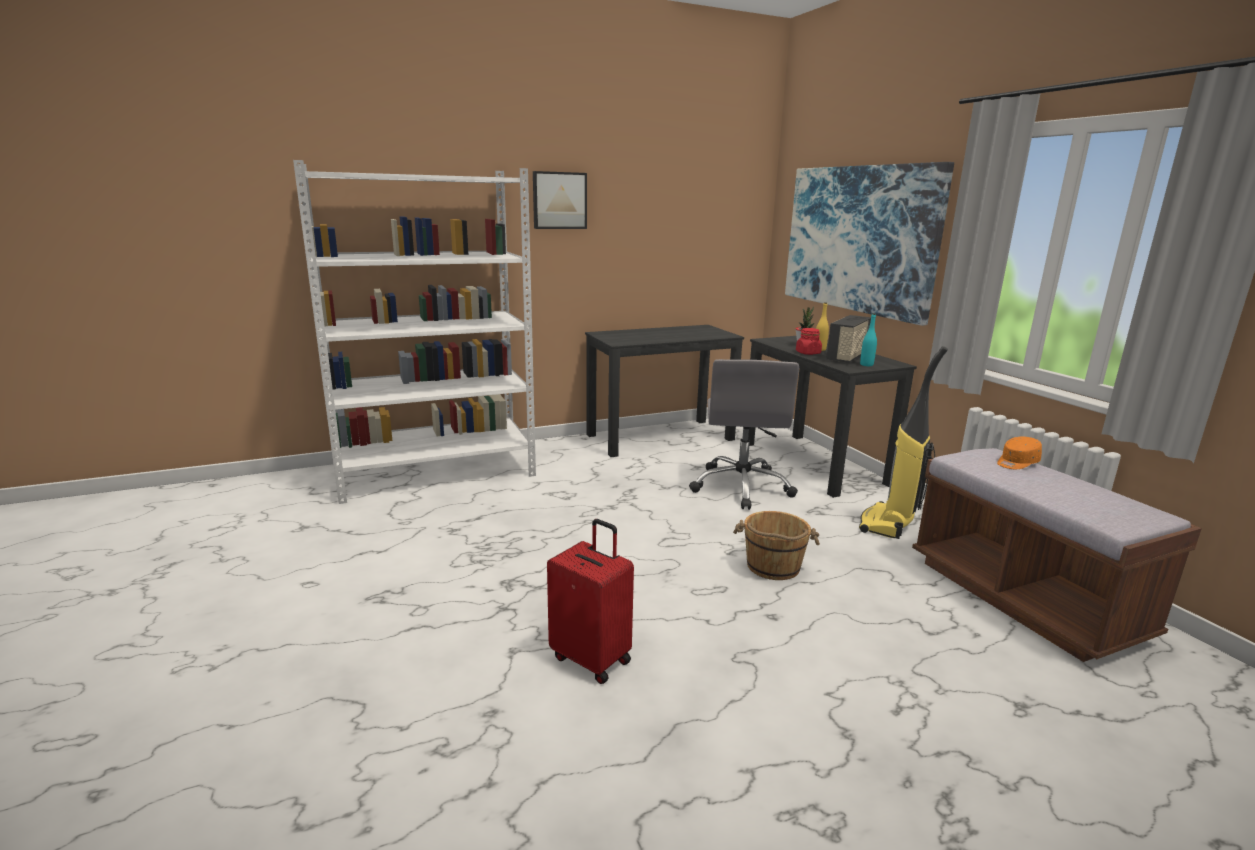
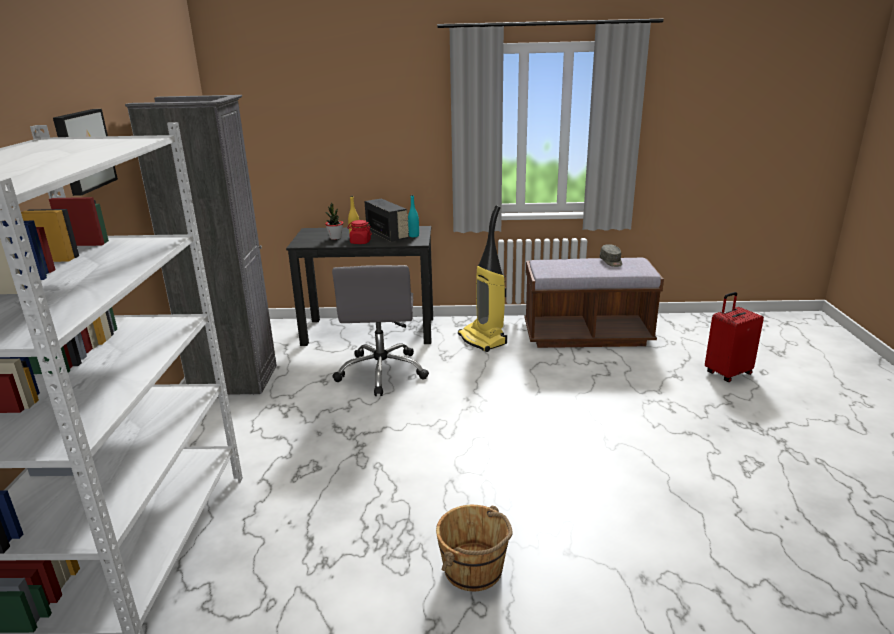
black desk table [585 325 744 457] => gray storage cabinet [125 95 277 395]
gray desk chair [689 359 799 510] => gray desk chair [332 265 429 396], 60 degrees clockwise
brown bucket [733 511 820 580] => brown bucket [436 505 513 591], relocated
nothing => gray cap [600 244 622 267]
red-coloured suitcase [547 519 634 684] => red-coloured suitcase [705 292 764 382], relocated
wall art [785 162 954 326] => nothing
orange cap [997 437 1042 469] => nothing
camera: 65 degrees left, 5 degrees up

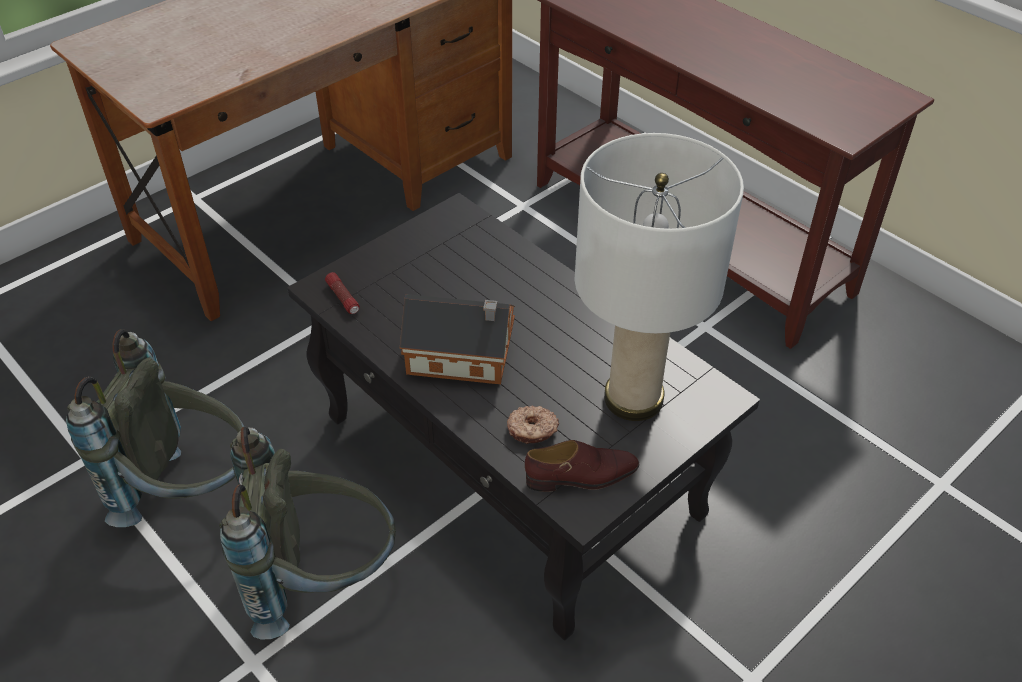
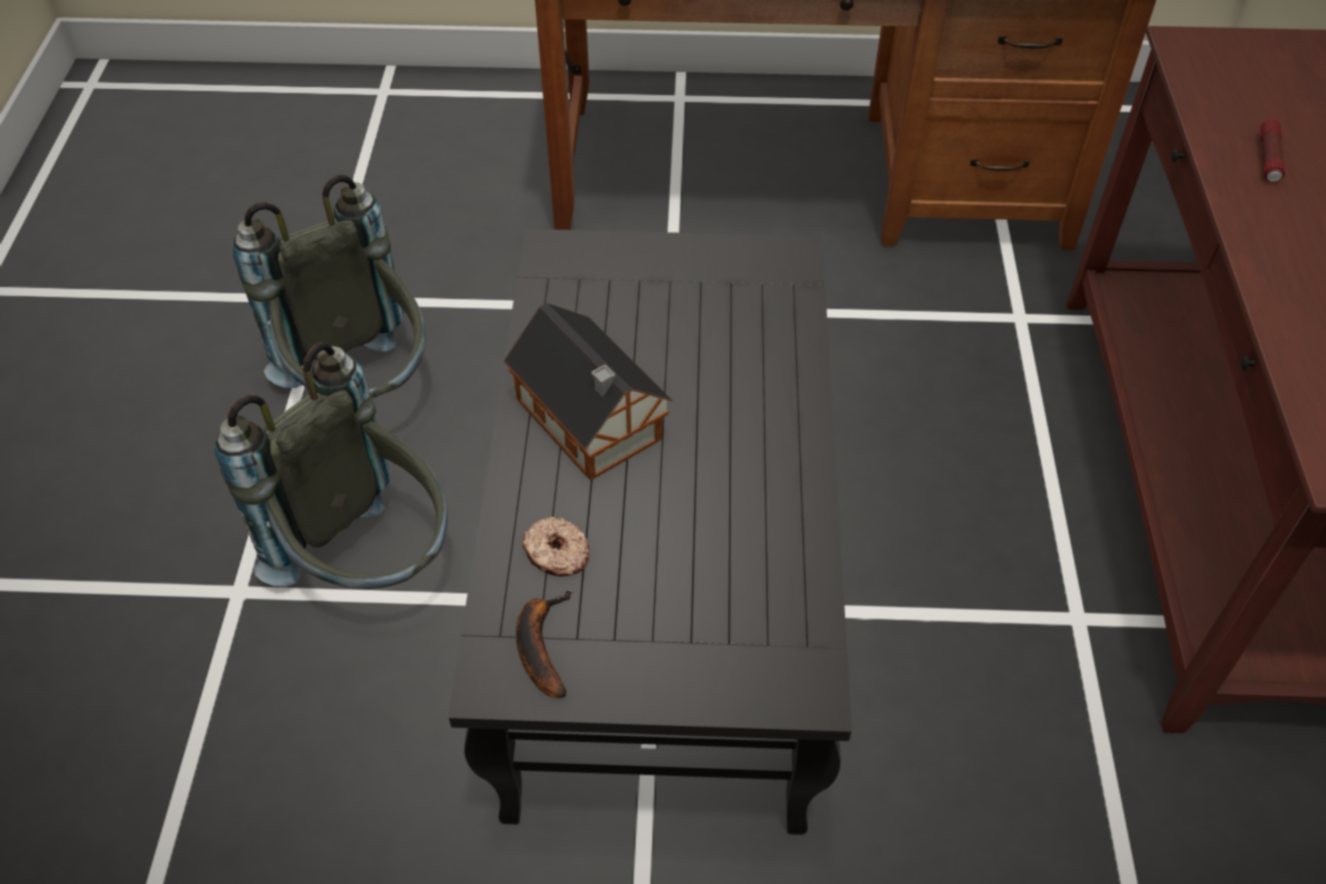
brown item of footwear [525 440 639 492] => banana [516 590 573 698]
flashlight [325 272 360 314] => flashlight [1260 120 1285 182], relocated
whitish lamp for a table [575 133 744 421] => nothing
camera: 45 degrees right, 5 degrees up

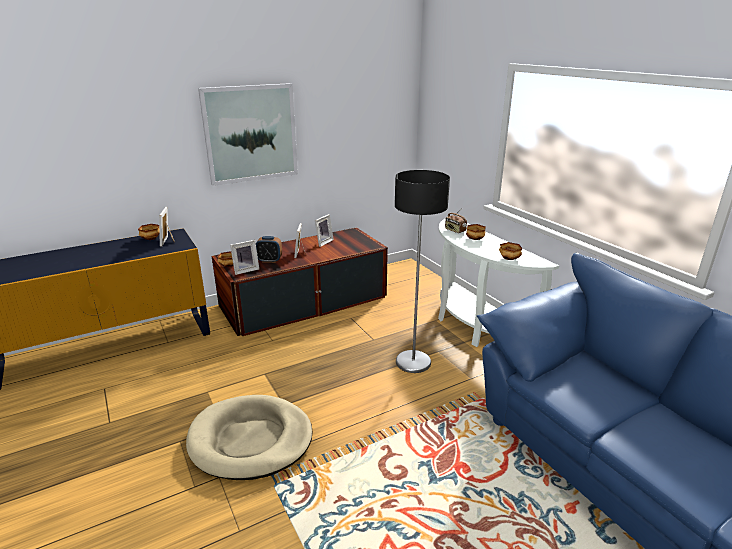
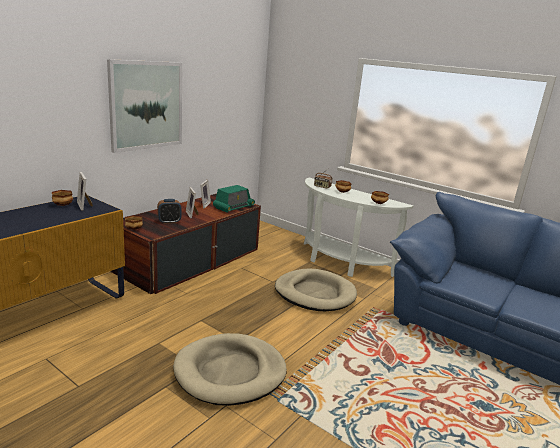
nothing => radio set [213 185 255 213]
standard lamp [395 170 450 373] => beige-coloured dog bed [275 268 357 311]
photo frame [230 240 259 275] => nothing
camera: 25 degrees left, 5 degrees down

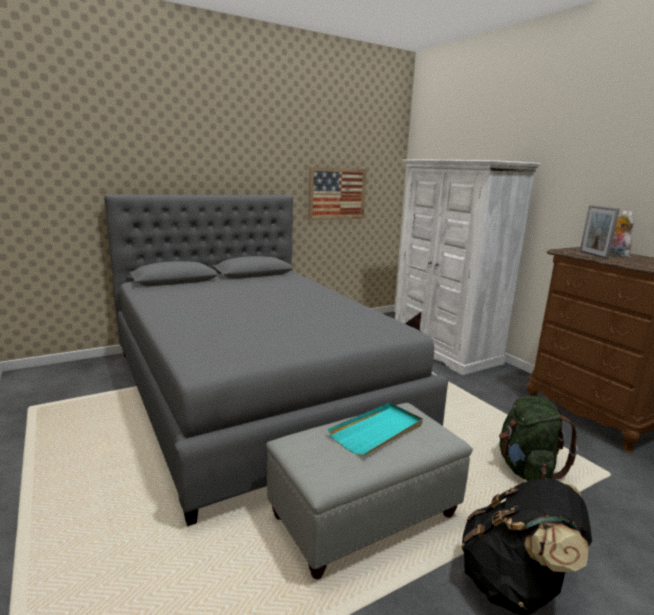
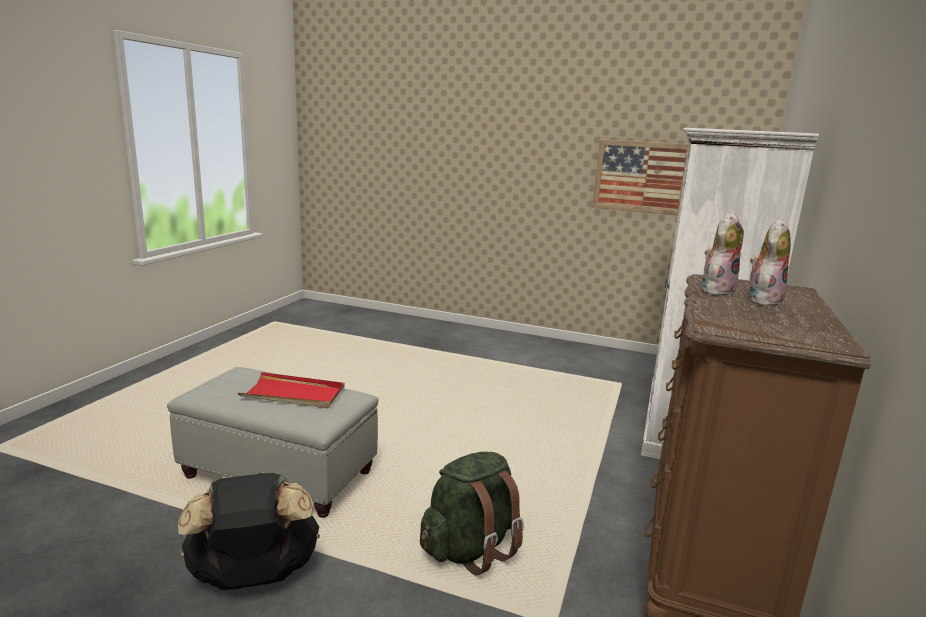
blue-green tray [328 403 423 456] => red-coloured tray [238 372 345 408]
photo frame [580 205 620 259] => cuddly toy [702 213 744 296]
gray sleeping bed [104 194 448 526] => nothing
camera: 50 degrees right, 0 degrees up

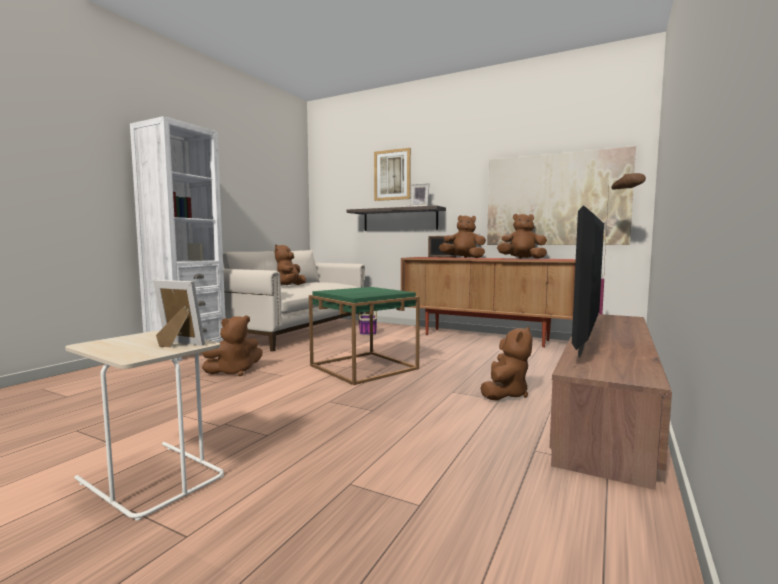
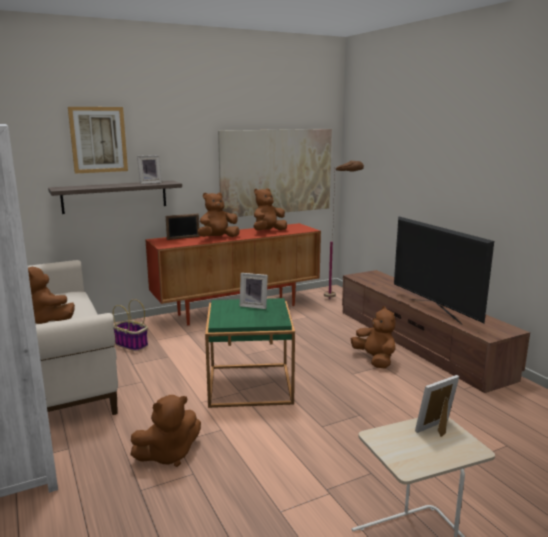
brown cuddly toy [202 316 263 376] => brown cuddly toy [130 395 201 467], 60 degrees clockwise
nothing => photo frame [240 273 268 309]
camera: 55 degrees left, 10 degrees up

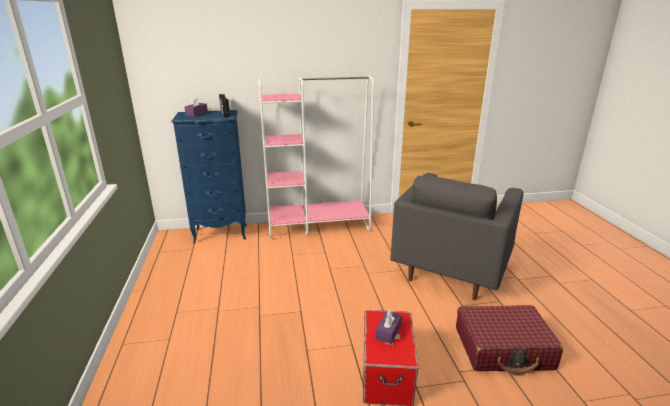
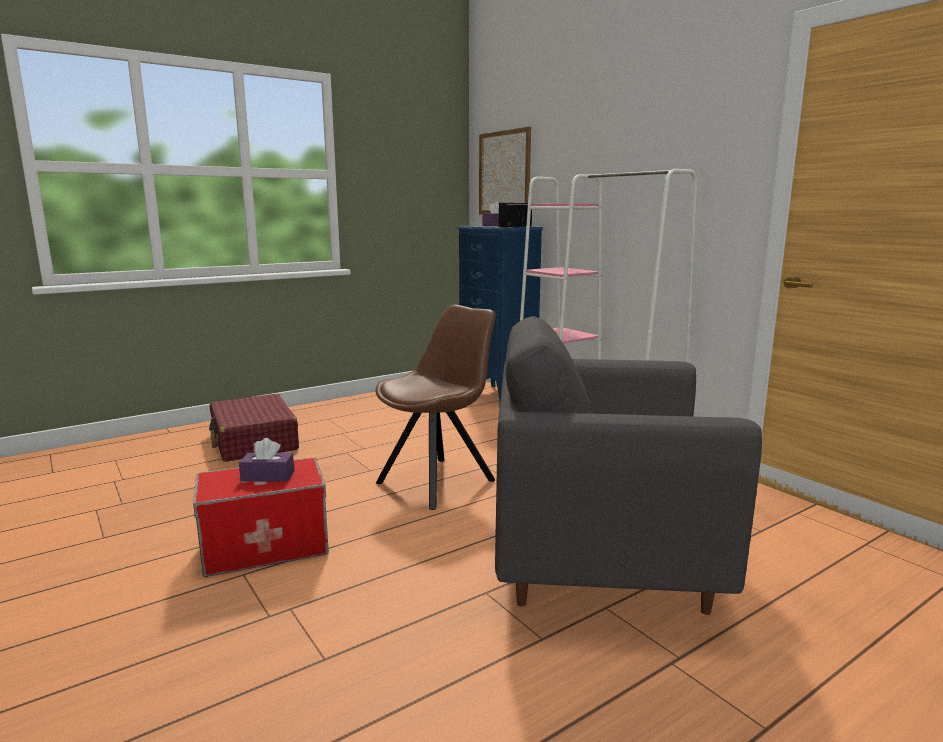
red-coloured suitcase [456 305 563 375] => red-coloured suitcase [209 394 299 462], relocated
nothing => brown chair [375 305 496 510]
nothing => wall art [479 127 531 215]
camera: 65 degrees right, 10 degrees down

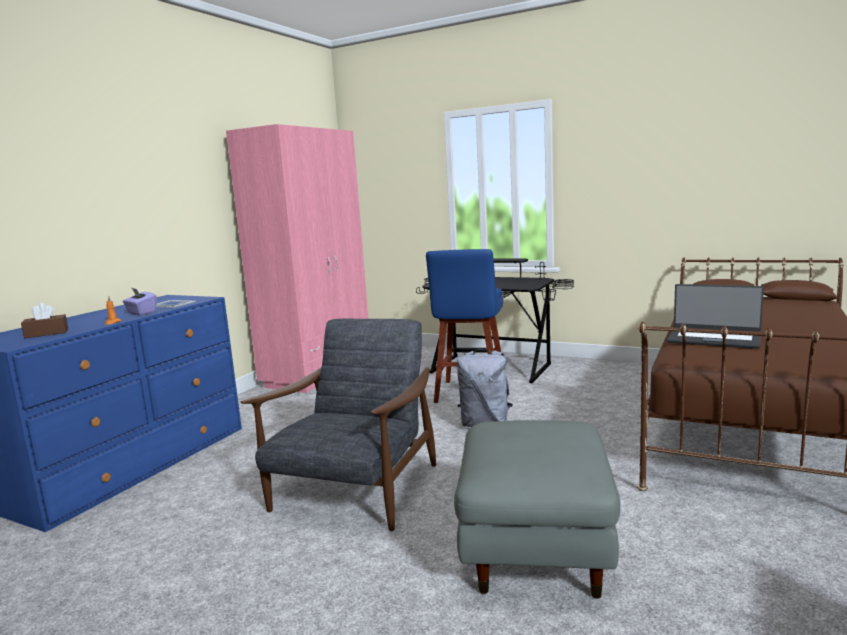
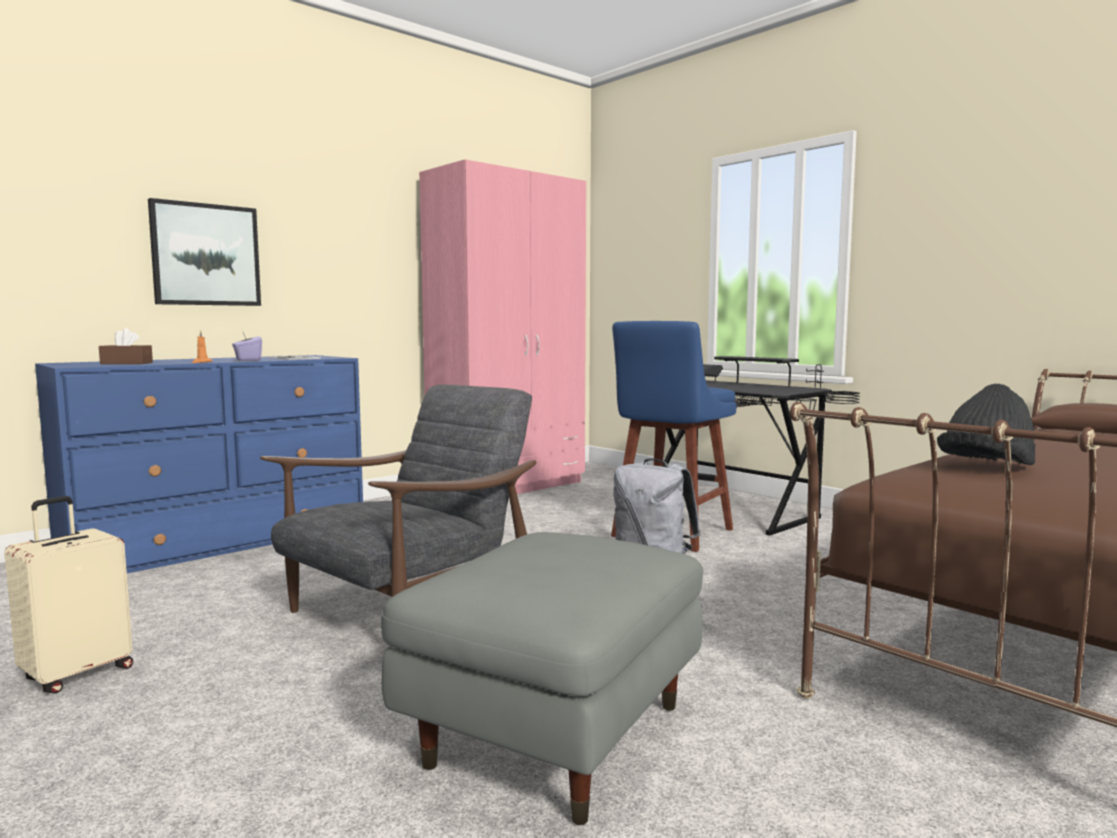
nothing => beige-coloured suitcase [4 496 133 694]
nothing => wall art [148 198 261 306]
portable computer [667 284 764 349] => black wearable hat [937 384 1036 465]
camera: 20 degrees right, 5 degrees down

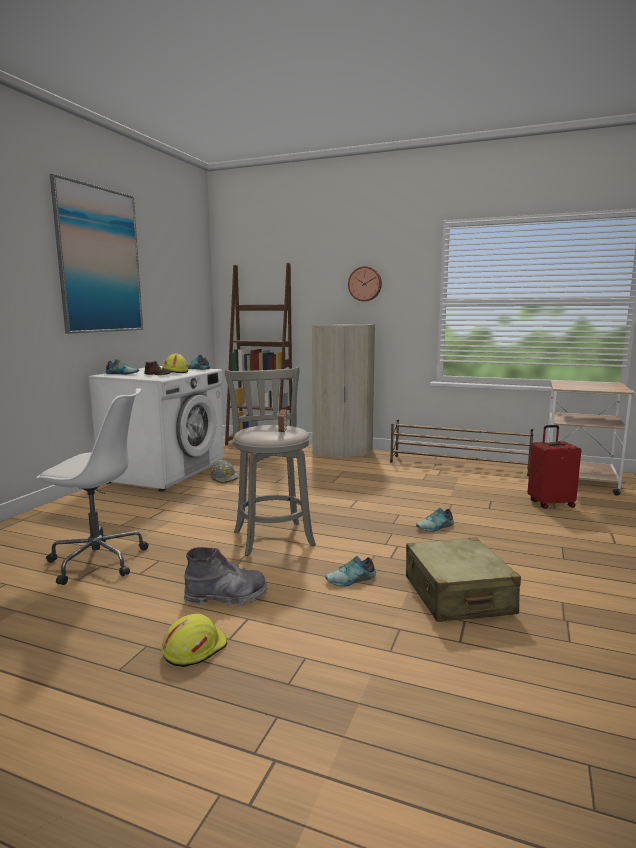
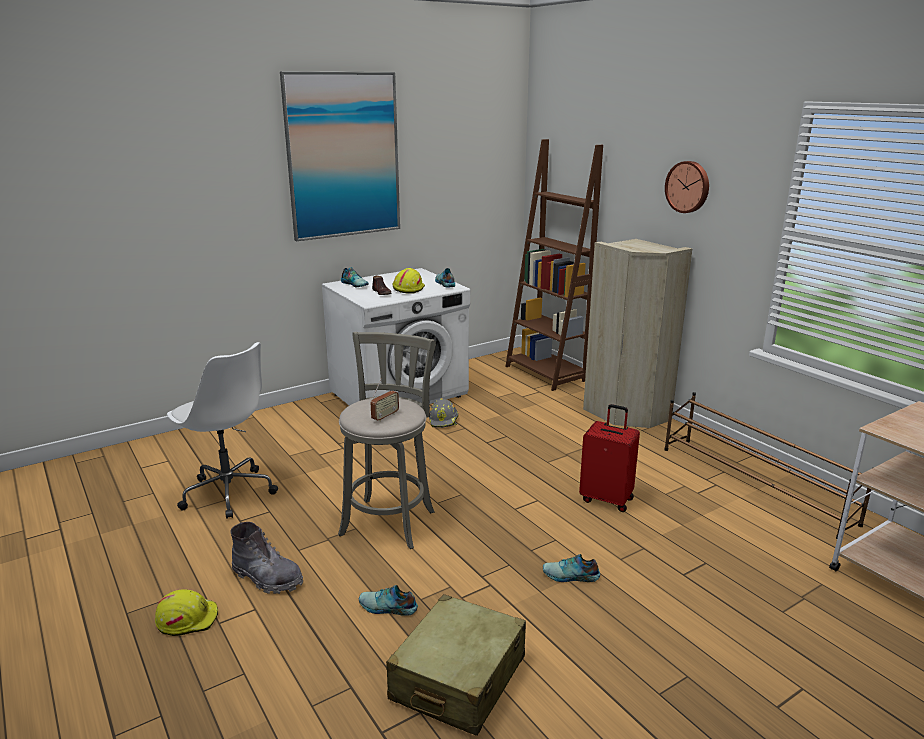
red-coloured suitcase [528 425 581 509] => red-coloured suitcase [579 404 640 512], relocated
camera: 35 degrees right, 10 degrees up

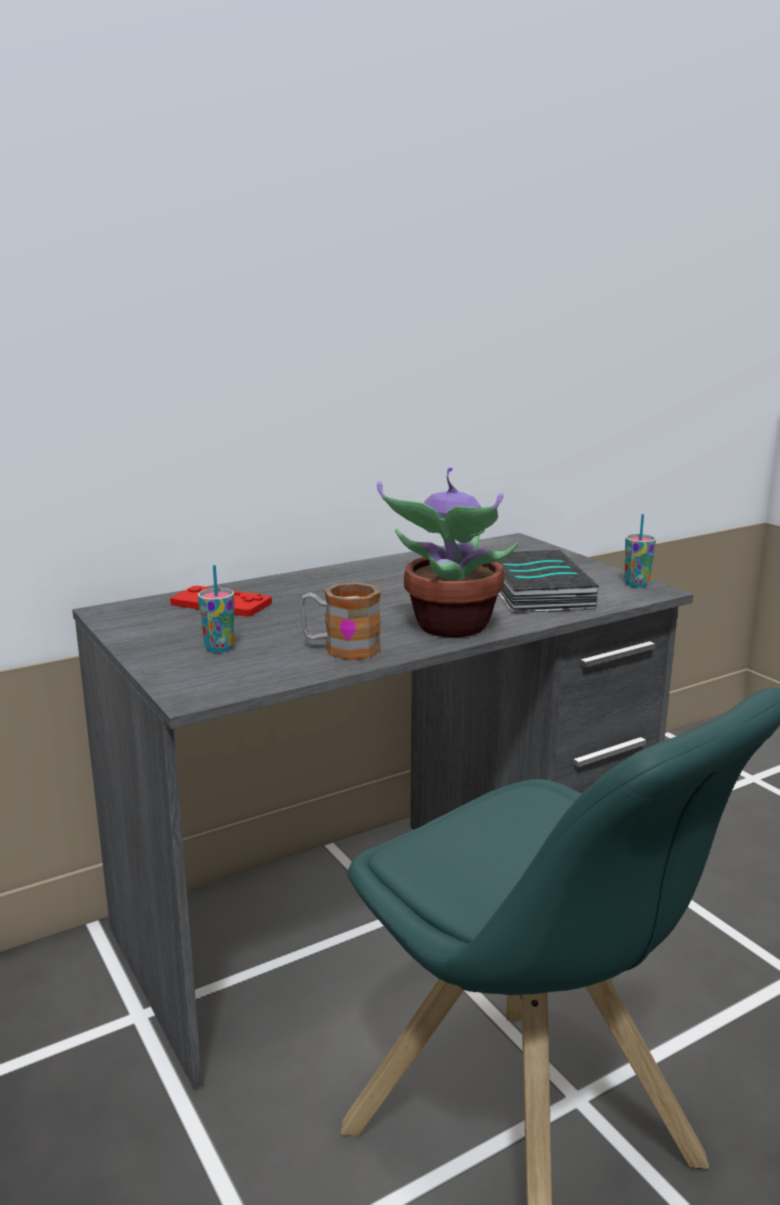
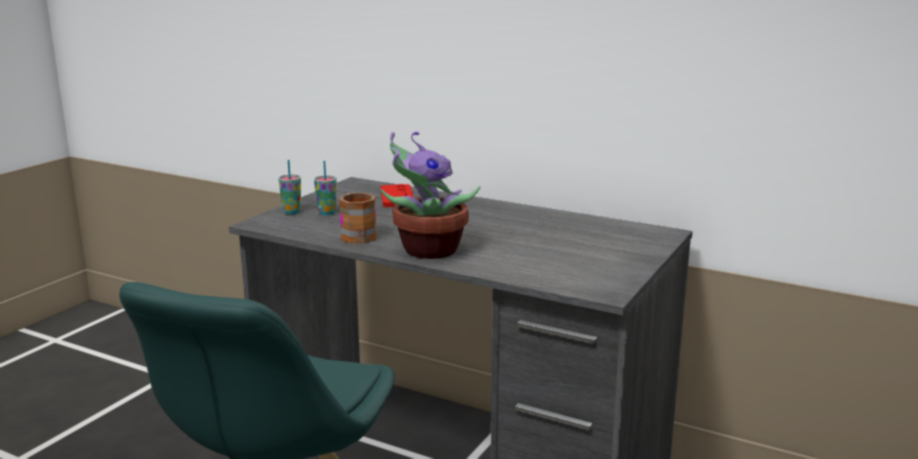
drinking cup [625 514 656 588] => drinking cup [278 160 301 214], relocated
volume [497 550 599 613] => nothing
camera: 60 degrees right, 0 degrees up

